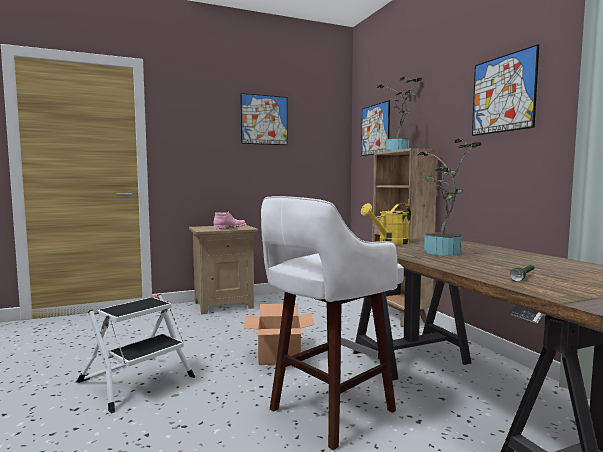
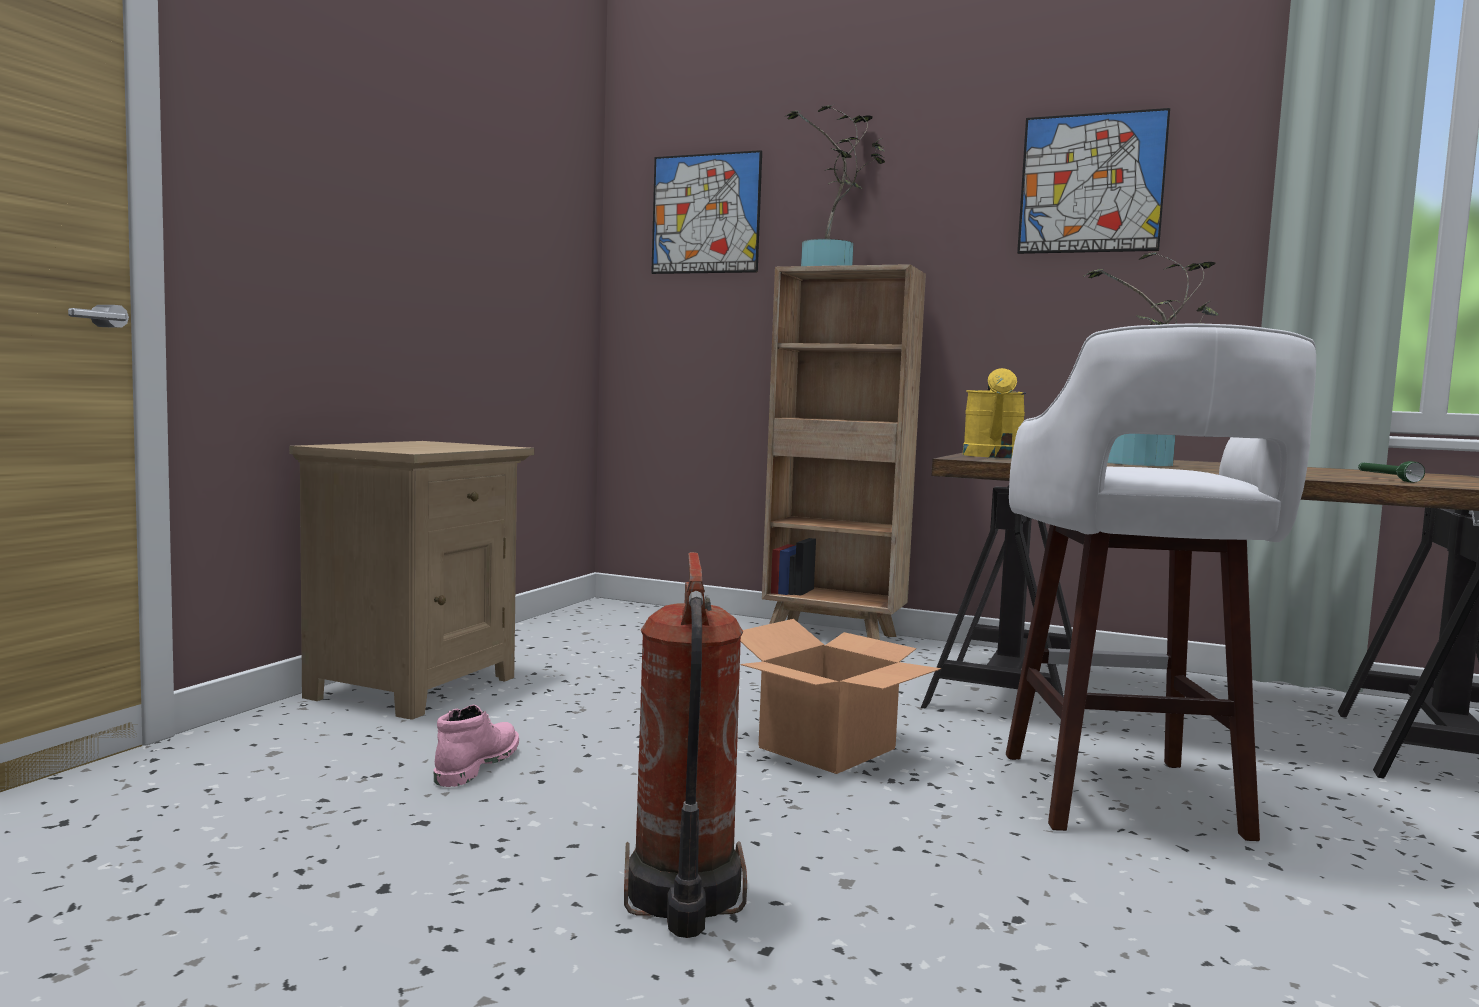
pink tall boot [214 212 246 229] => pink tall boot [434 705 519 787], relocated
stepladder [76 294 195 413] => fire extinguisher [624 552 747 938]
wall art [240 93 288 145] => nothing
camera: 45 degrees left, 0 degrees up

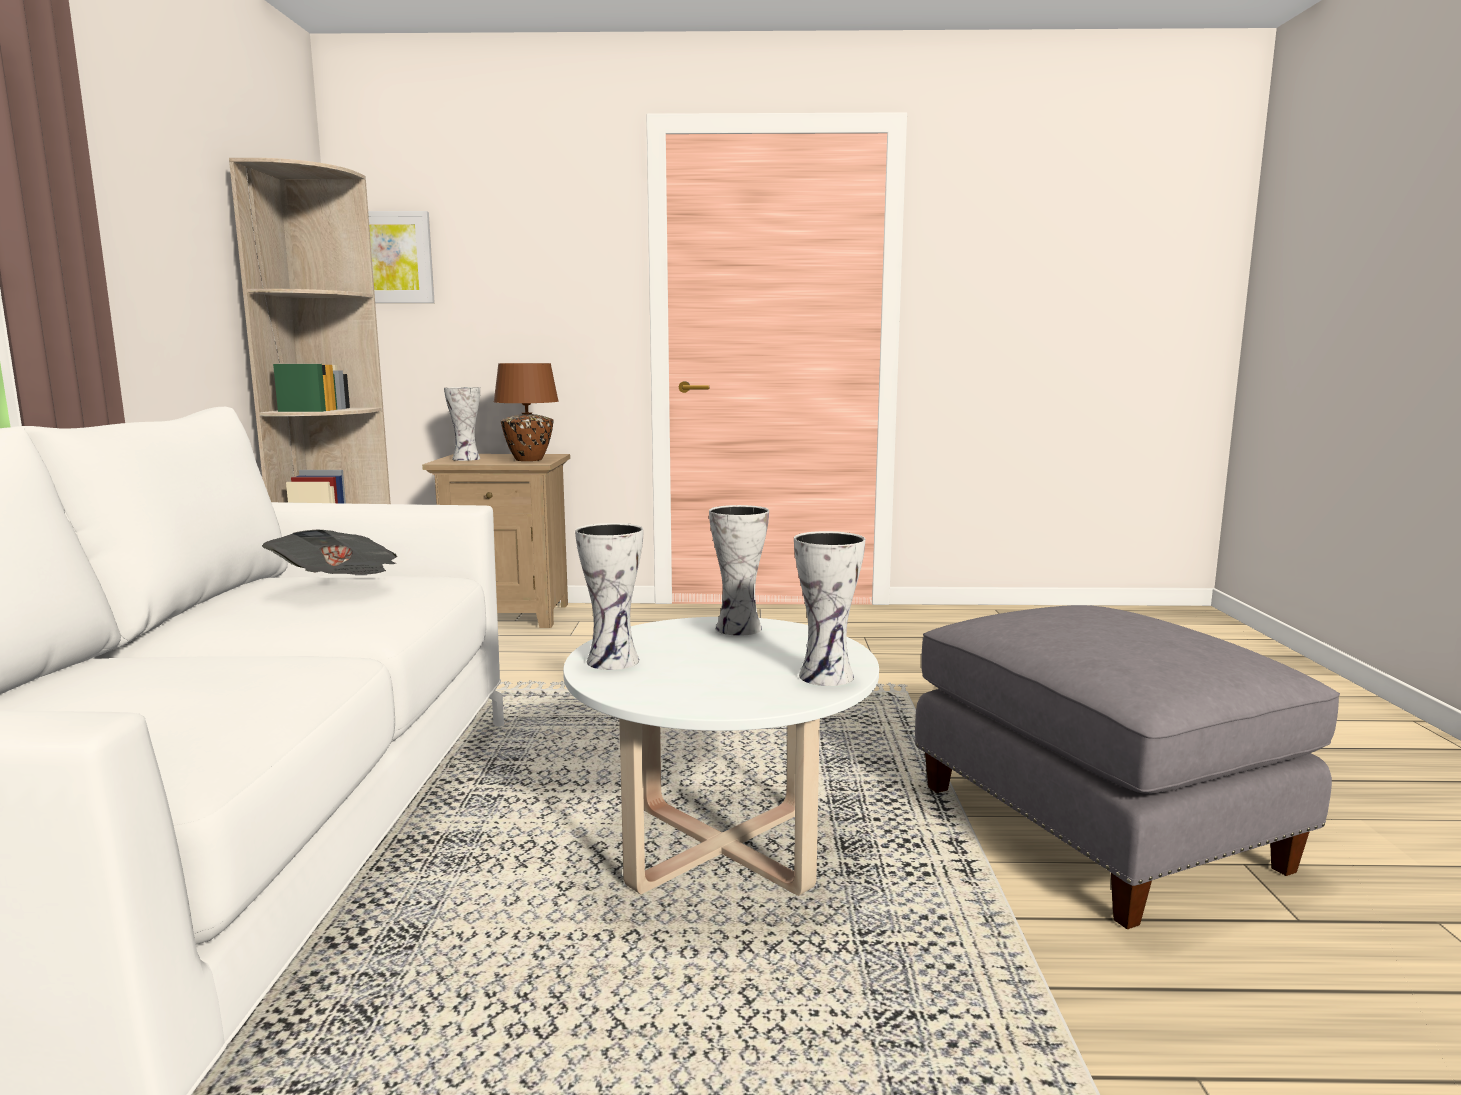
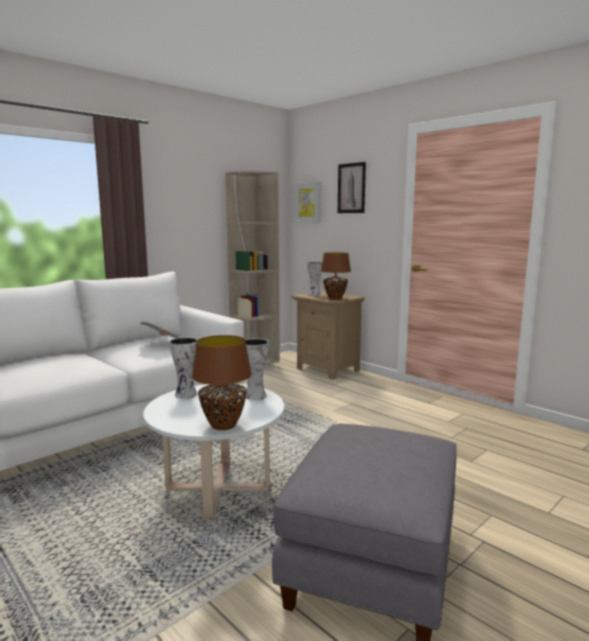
flower vase [794 531 865 686] => brown lamp for a table [192 335 252 430]
nothing => wall art [338 162 366 213]
camera: 45 degrees right, 0 degrees up

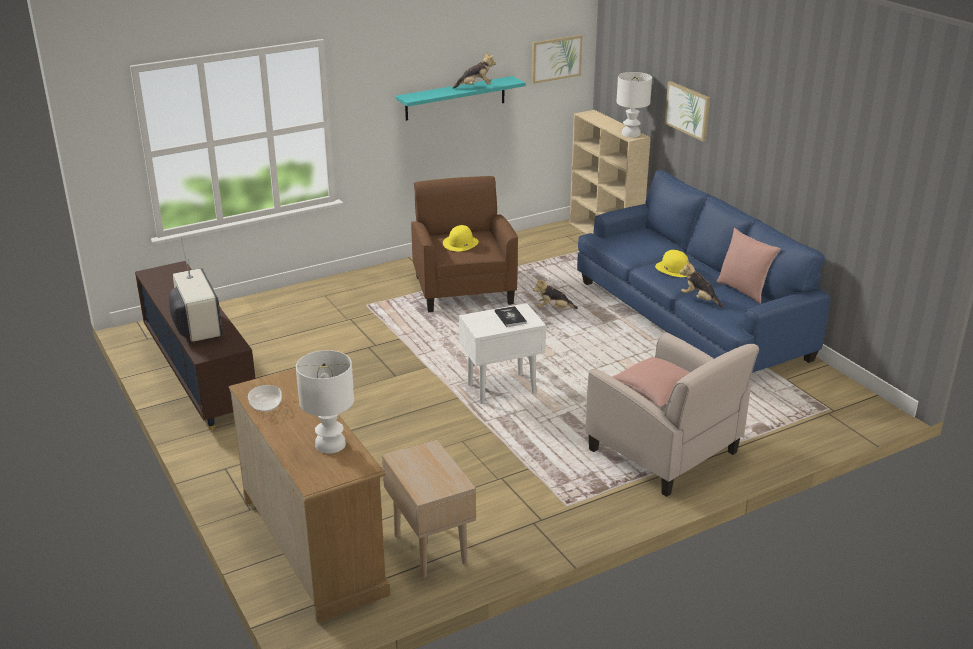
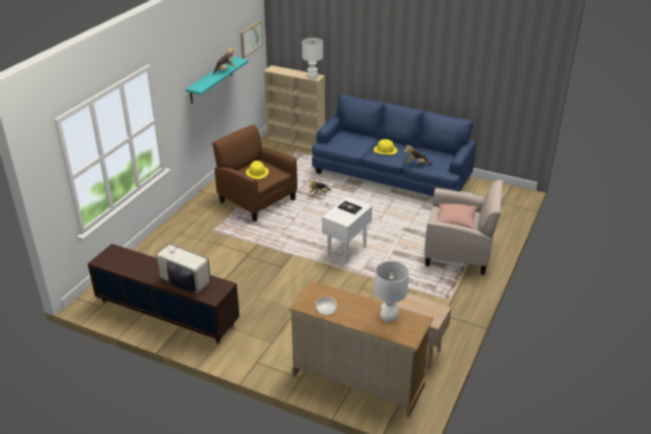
wall art [664 81 710 142] => nothing
pink cushion [717 228 781 304] => nothing
camera: 35 degrees left, 5 degrees up

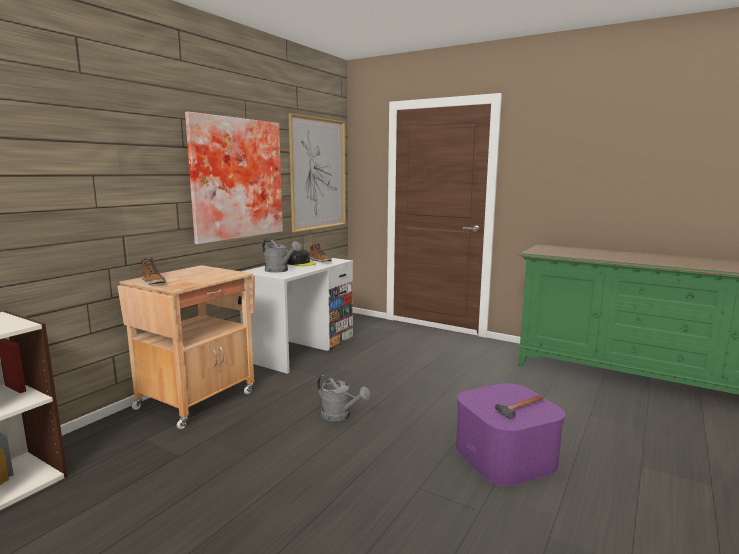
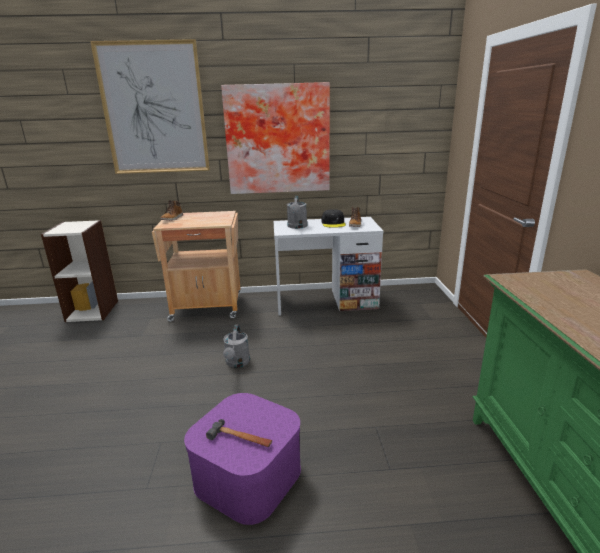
wall art [288 113 346 232] => wall art [90 39 210 174], relocated
camera: 55 degrees right, 10 degrees up

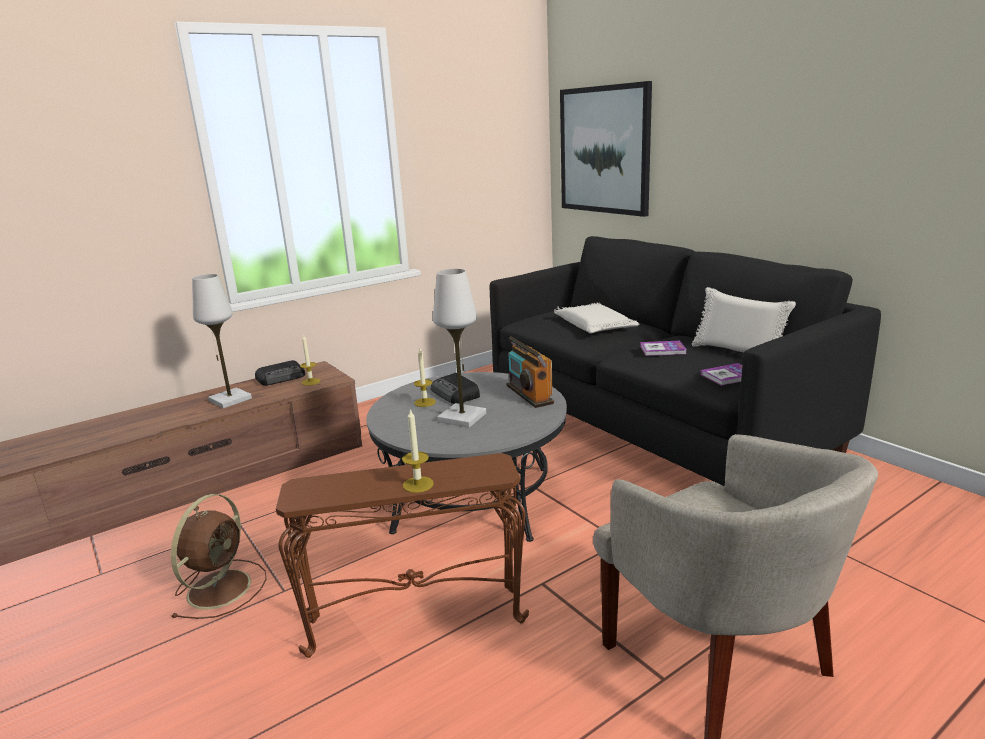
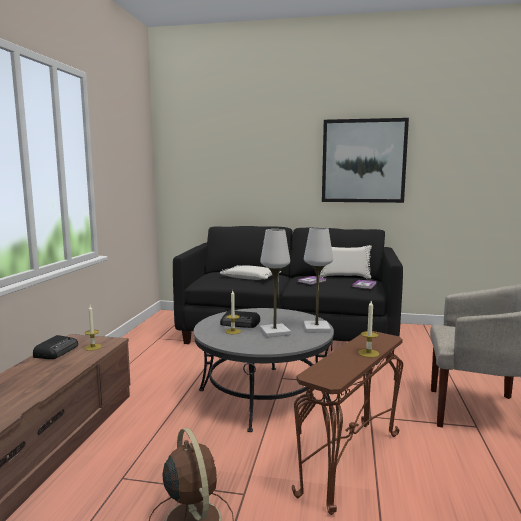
whitish lamp for a table [192 274 252 408] => whitish lamp for a table [303 228 333 333], relocated
wall art [560 81 652 217] => wall art [322 118 409 203], relocated
radio set [507 336 554 408] => nothing
camera: 45 degrees left, 10 degrees down

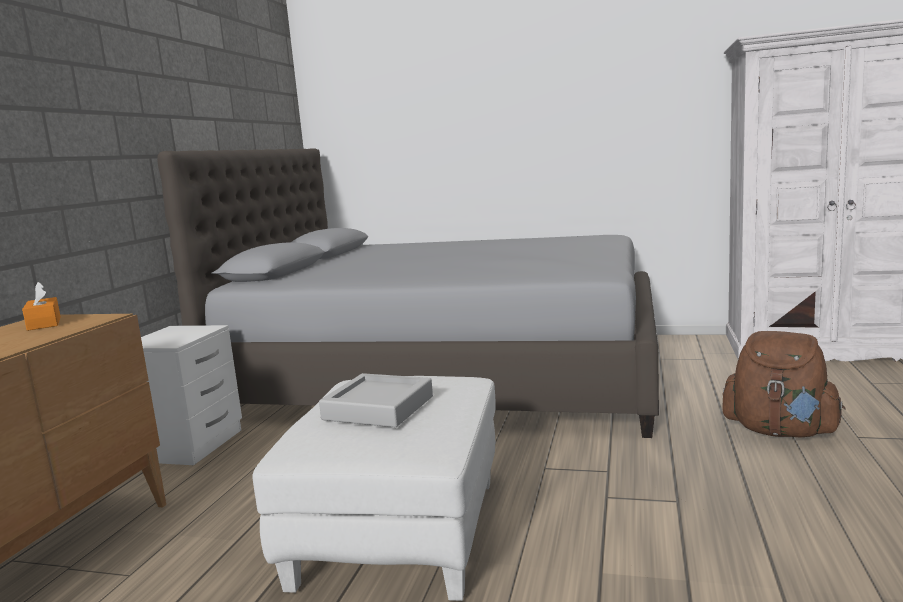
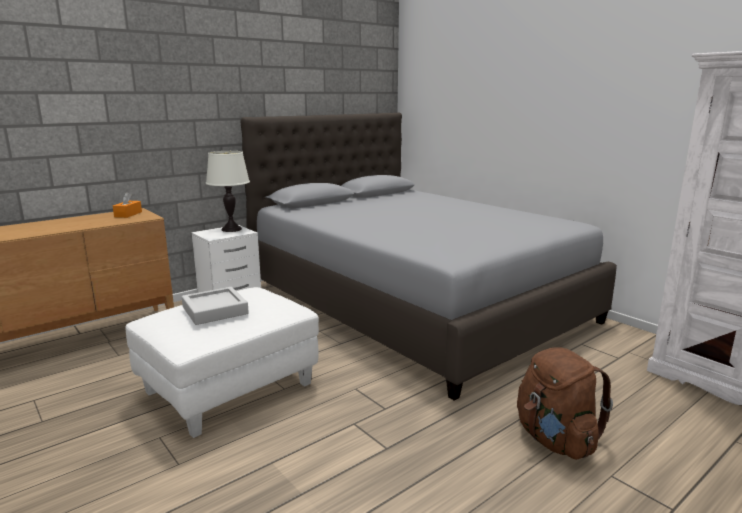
nothing => whitish lamp for a table [206 151 250 232]
camera: 35 degrees right, 5 degrees up

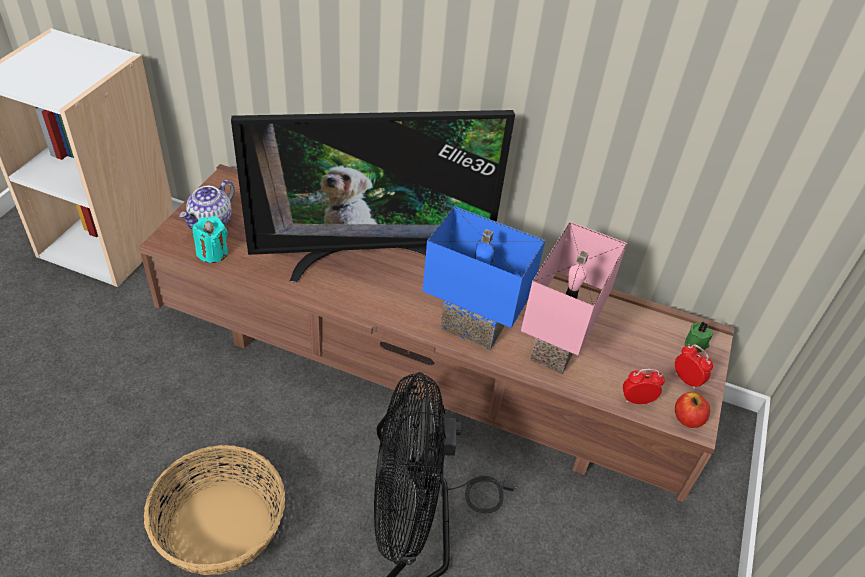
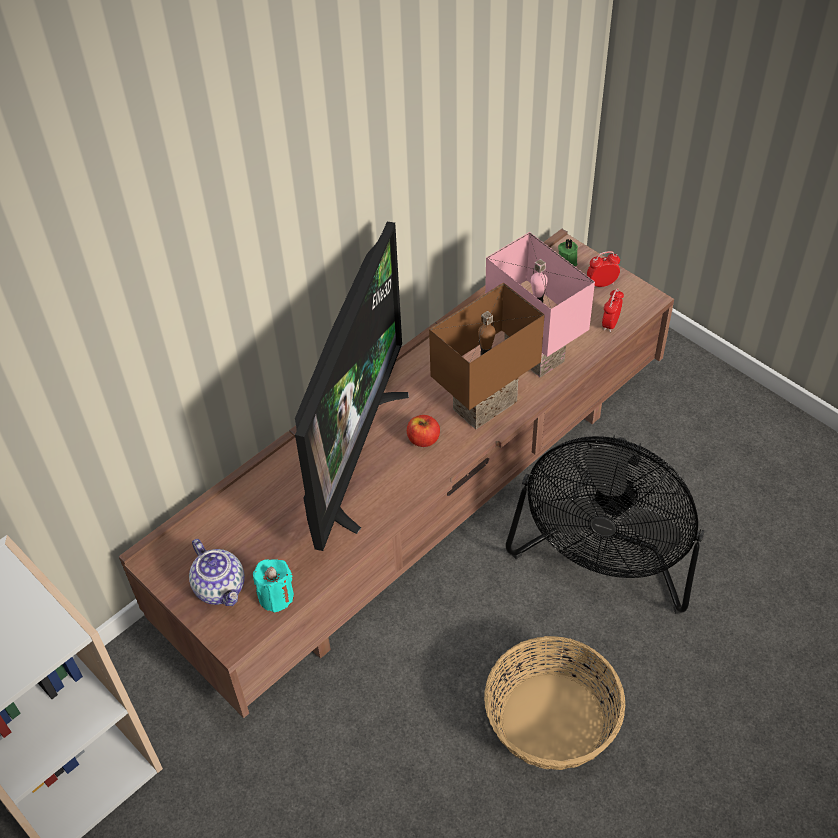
apple [675 392 710 428] => apple [407 415 440 447], relocated
blue lamp for a table [422 206 545 350] => brown lamp for a table [429 283 545 429]
camera: 60 degrees left, 5 degrees up

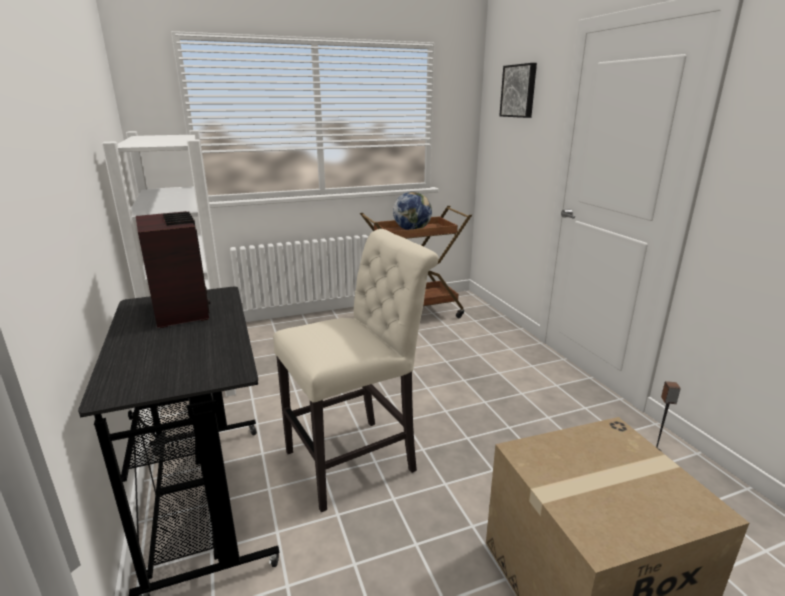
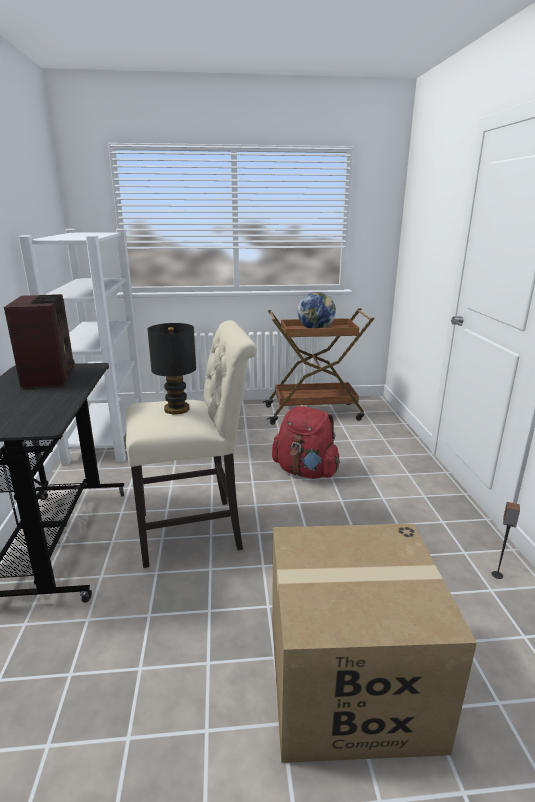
nothing => black lamp for a table [147 323 196 414]
nothing => red-coloured knapsack [272 406 340 479]
wall art [499 63 537 118] => nothing
camera: 15 degrees right, 0 degrees up

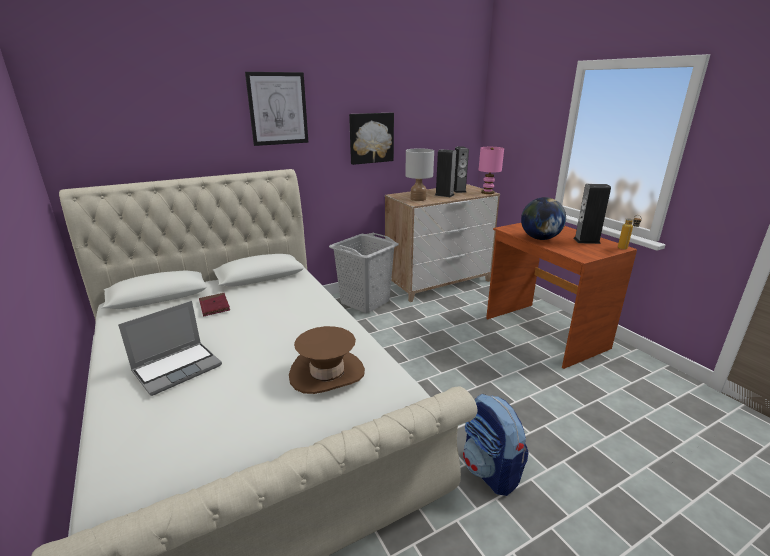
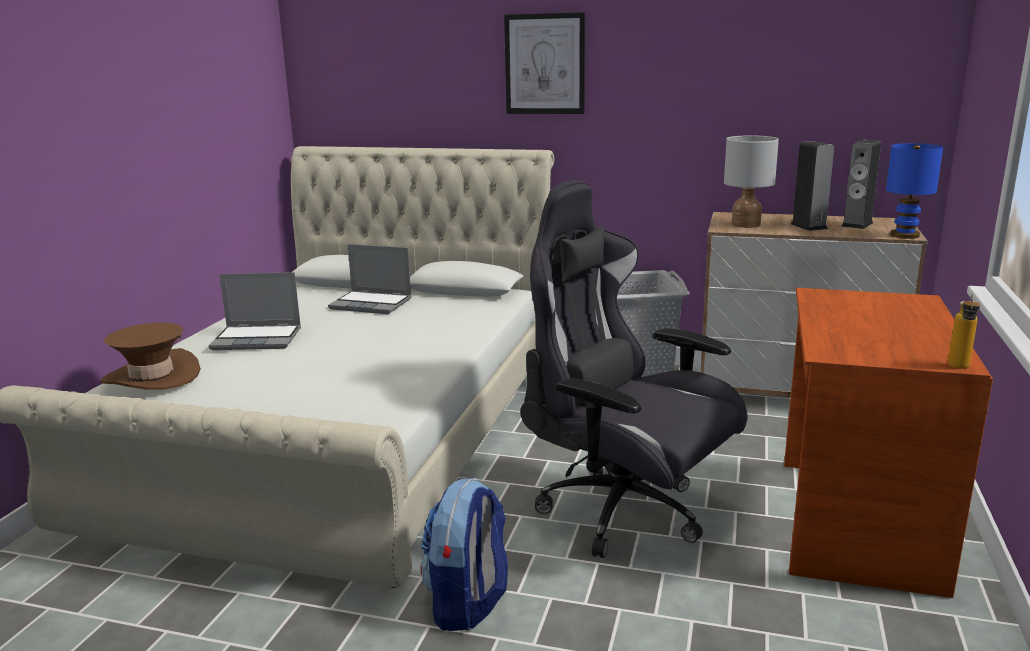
brown wearable hat [289 326 365 394] => brown wearable hat [101 323 201 390], relocated
red-coloured volume [199 293 230 316] => portable computer [328 244 412 314]
nothing => black desk chair [520 180 747 558]
pink lamp for a table [479 147 504 194] => blue lamp for a table [886 143 943 239]
wall art [349 113 394 165] => nothing
desk globe [521 197 566 240] => nothing
speaker [573 184 611 244] => nothing
camera: 45 degrees right, 5 degrees down

